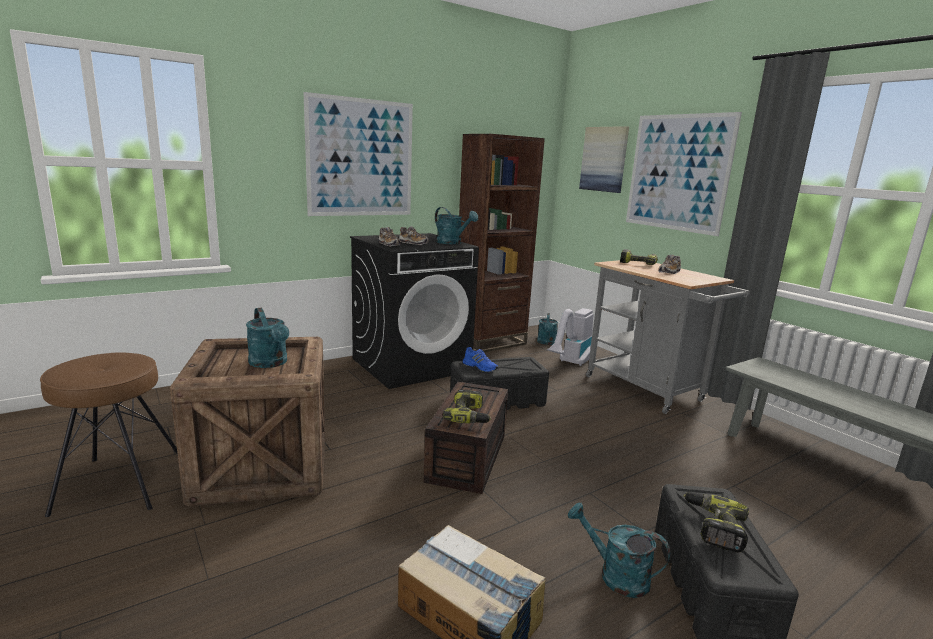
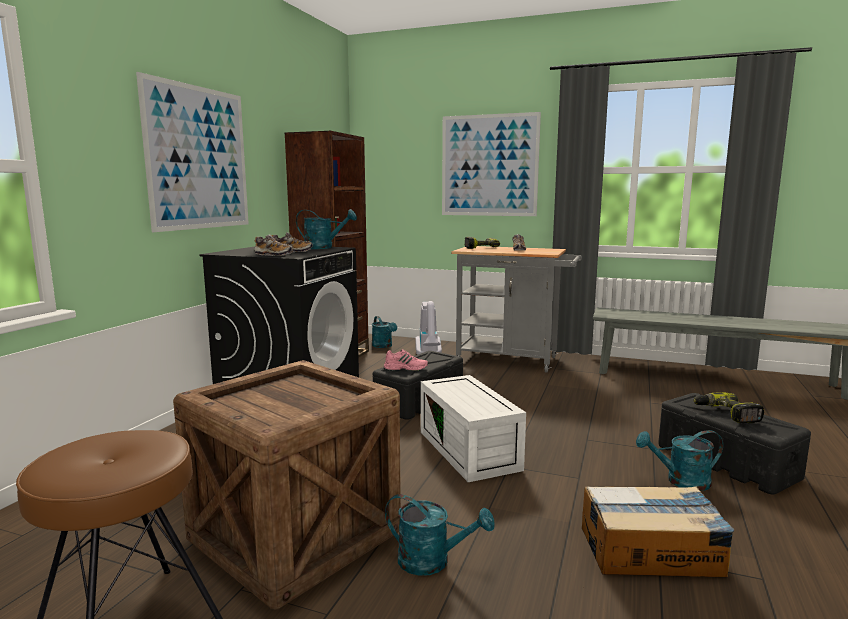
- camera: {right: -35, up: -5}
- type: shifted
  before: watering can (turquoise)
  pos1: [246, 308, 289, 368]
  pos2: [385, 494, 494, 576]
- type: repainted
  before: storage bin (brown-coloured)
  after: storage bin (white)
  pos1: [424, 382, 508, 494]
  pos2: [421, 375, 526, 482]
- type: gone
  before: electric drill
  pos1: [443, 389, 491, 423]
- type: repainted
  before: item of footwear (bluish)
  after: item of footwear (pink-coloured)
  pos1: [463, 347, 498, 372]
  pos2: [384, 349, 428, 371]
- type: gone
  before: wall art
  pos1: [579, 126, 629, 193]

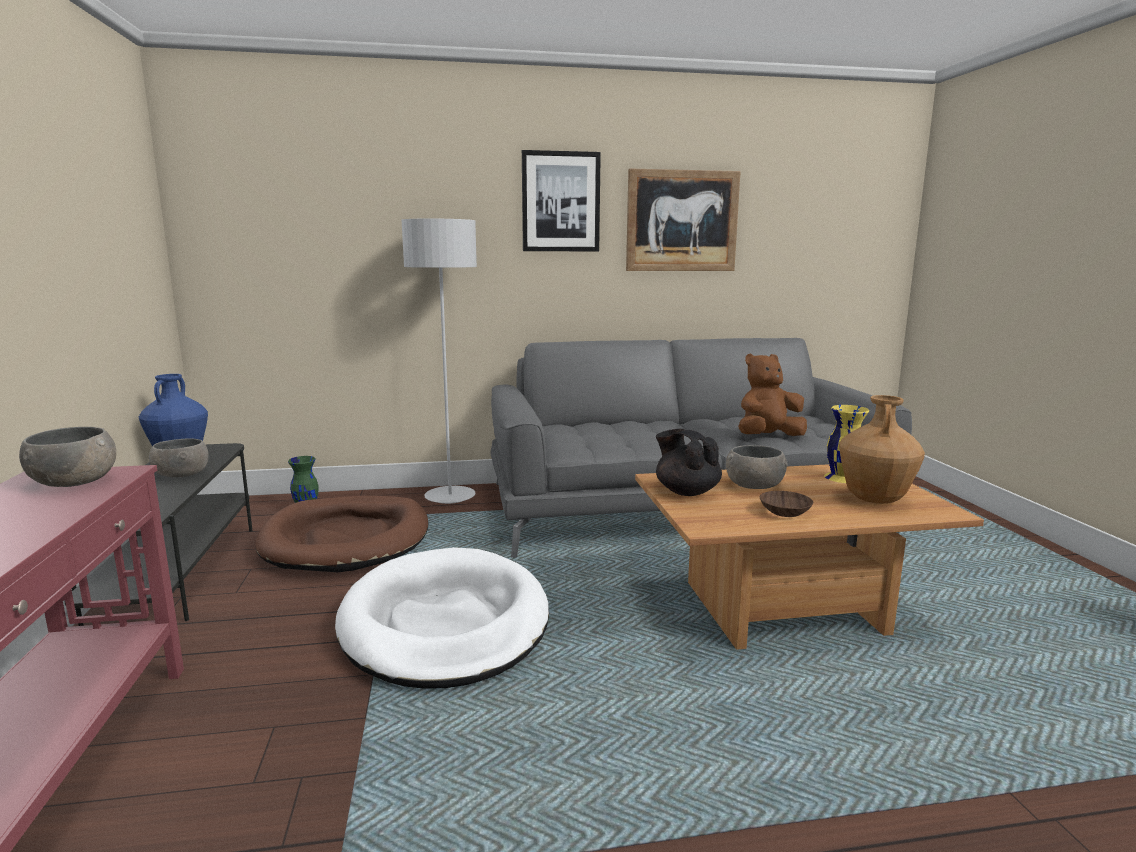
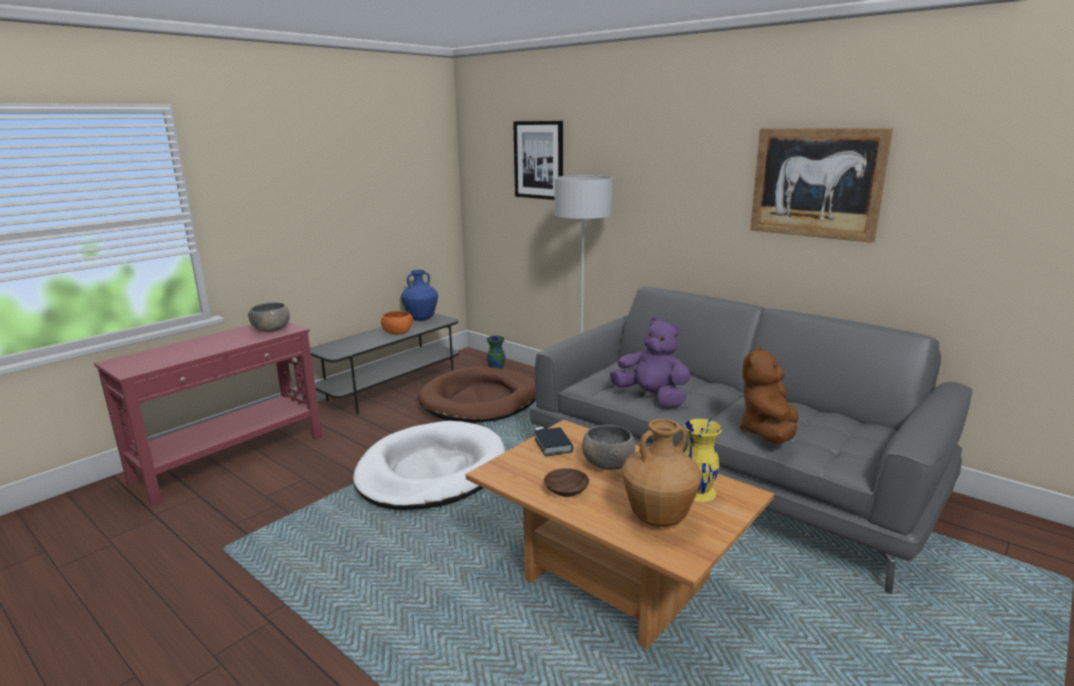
- camera: {right: 50, up: 5}
- type: repainted
  before: serving bowl (gray)
  after: serving bowl (orangey)
  pos1: [149, 438, 209, 478]
  pos2: [381, 311, 413, 335]
- type: shifted
  before: wall art
  pos1: [522, 150, 601, 251]
  pos2: [513, 121, 563, 200]
- type: swapped
  before: tea pot (black)
  after: volume
  pos1: [656, 429, 722, 496]
  pos2: [535, 427, 573, 456]
- type: rotated
  before: soft toy (brown-coloured)
  pos1: [738, 353, 807, 436]
  pos2: [740, 346, 799, 444]
  turn: -90
- type: new
  after: soft toy (purple)
  pos2: [610, 317, 690, 407]

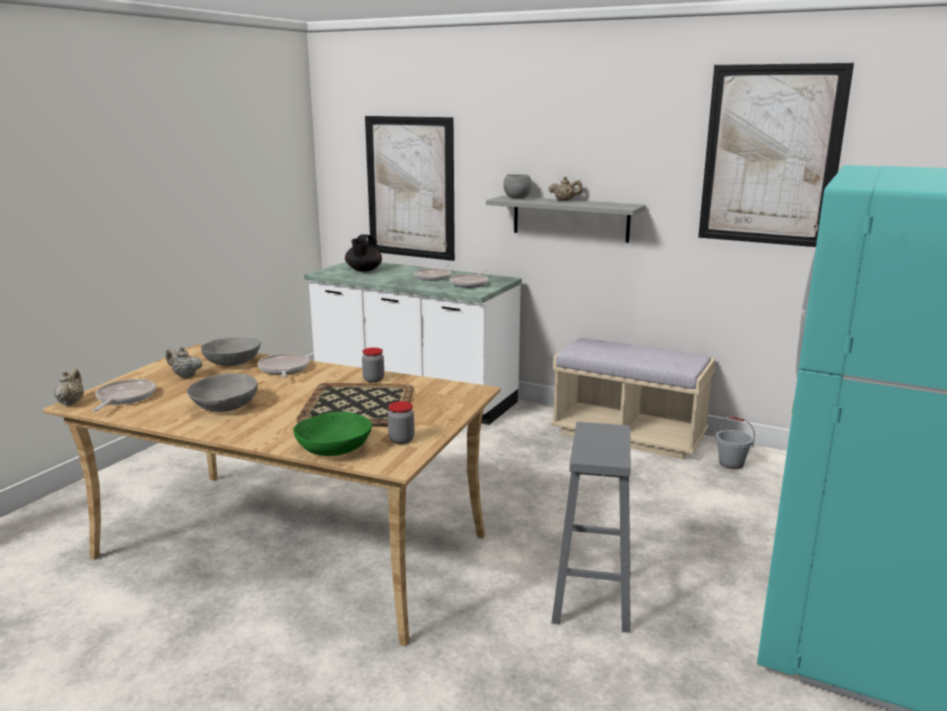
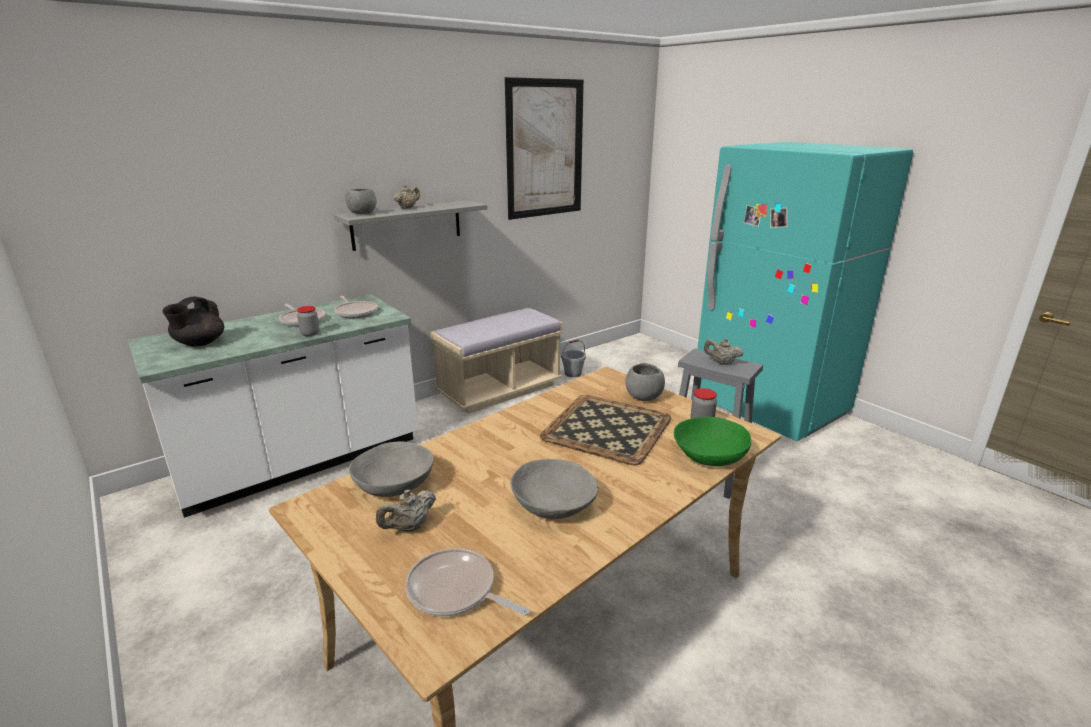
- camera: {right: -65, up: 5}
- type: shifted
  before: tea pot (beige-coloured)
  pos1: [54, 369, 84, 405]
  pos2: [704, 338, 744, 365]
- type: gone
  before: pan
  pos1: [258, 353, 309, 377]
- type: rotated
  before: tea pot (black)
  pos1: [345, 234, 382, 272]
  pos2: [162, 297, 224, 347]
  turn: 75
- type: shifted
  before: storage jar
  pos1: [362, 348, 384, 382]
  pos2: [297, 306, 319, 336]
- type: gone
  before: wall art
  pos1: [365, 116, 455, 261]
- type: new
  after: serving bowl (gray)
  pos2: [626, 363, 665, 401]

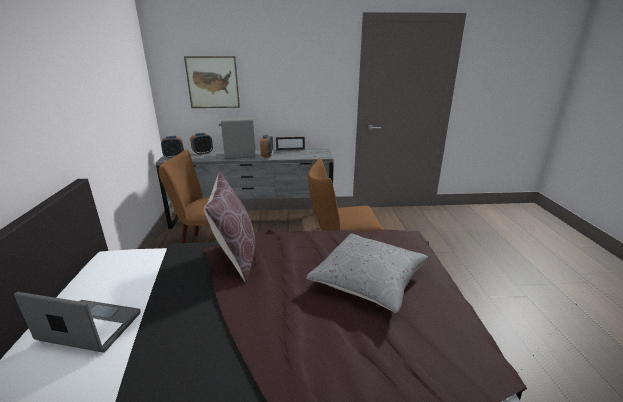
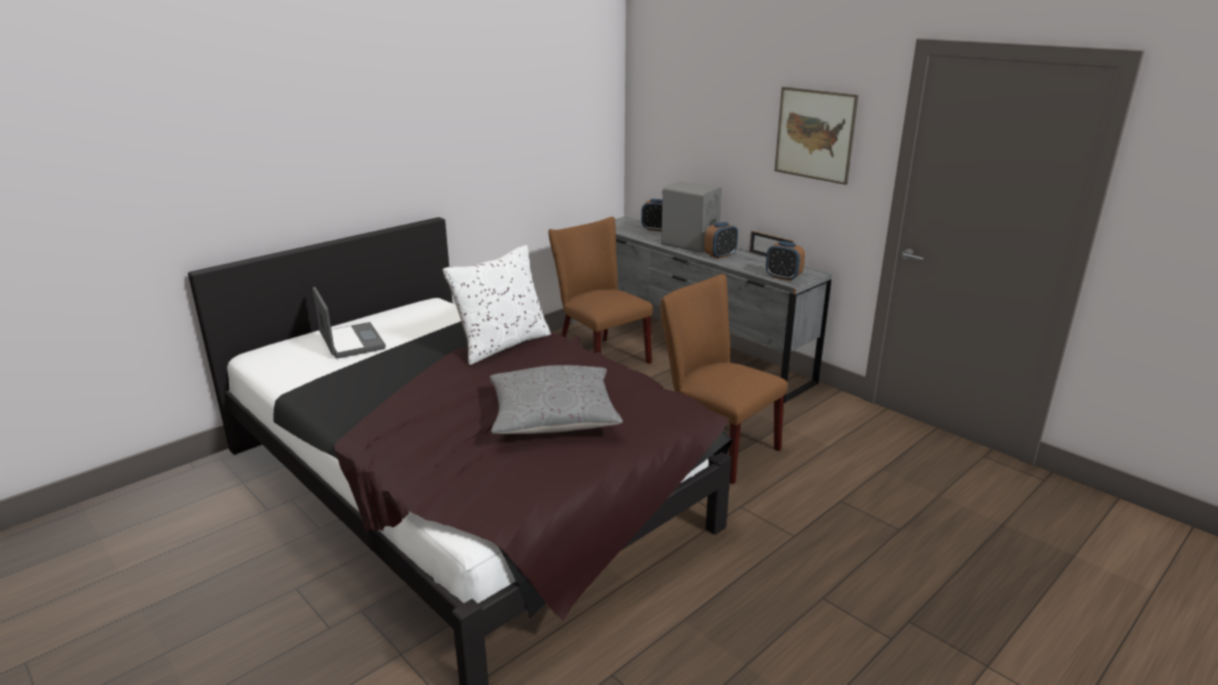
- camera: {right: 50, up: 0}
- type: shifted
  before: alarm clock
  pos1: [161, 136, 184, 158]
  pos2: [766, 241, 805, 281]
- type: shifted
  before: wall art
  pos1: [184, 56, 240, 108]
  pos2: [775, 87, 859, 185]
- type: repainted
  before: pillow (brown-coloured)
  after: pillow (white)
  pos1: [204, 172, 255, 282]
  pos2: [443, 245, 551, 365]

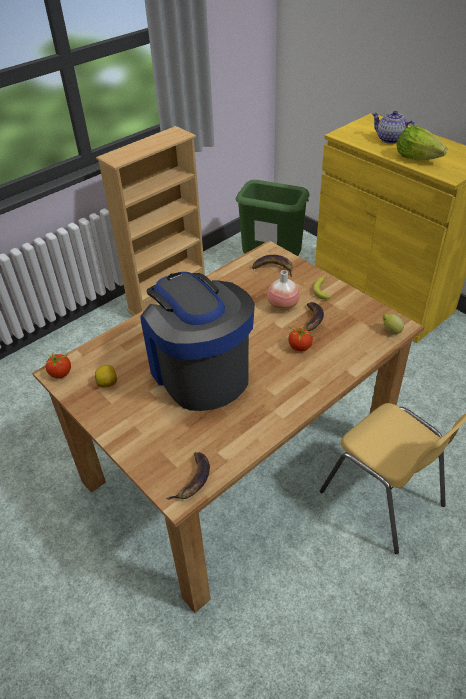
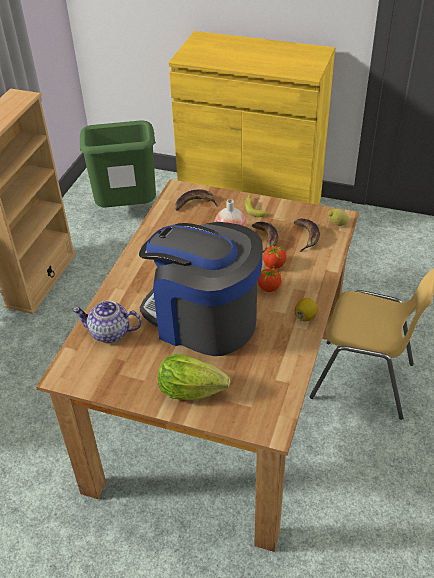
- camera: {right: -30, up: 0}
- type: shifted
  before: whole tomato
  pos1: [46, 353, 71, 378]
  pos2: [258, 268, 283, 292]
- type: shifted
  before: whole lemon
  pos1: [95, 365, 117, 388]
  pos2: [295, 298, 318, 321]
- type: shifted
  before: banana
  pos1: [166, 452, 210, 500]
  pos2: [294, 219, 320, 252]
- type: shifted
  before: tea pot
  pos1: [371, 111, 416, 144]
  pos2: [72, 301, 142, 343]
- type: shifted
  before: lettuce head
  pos1: [397, 126, 447, 160]
  pos2: [158, 354, 230, 400]

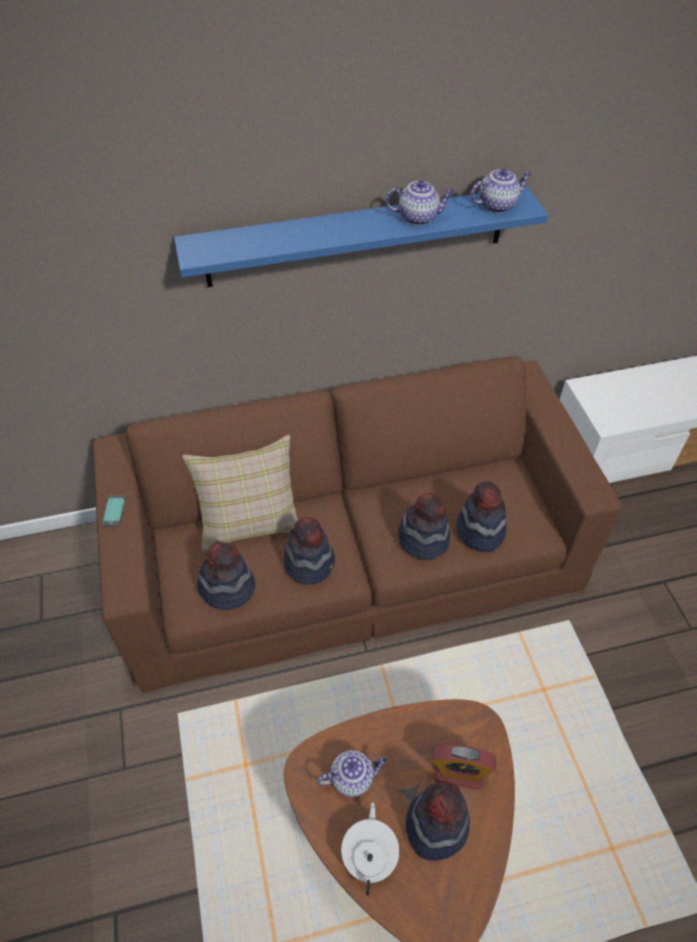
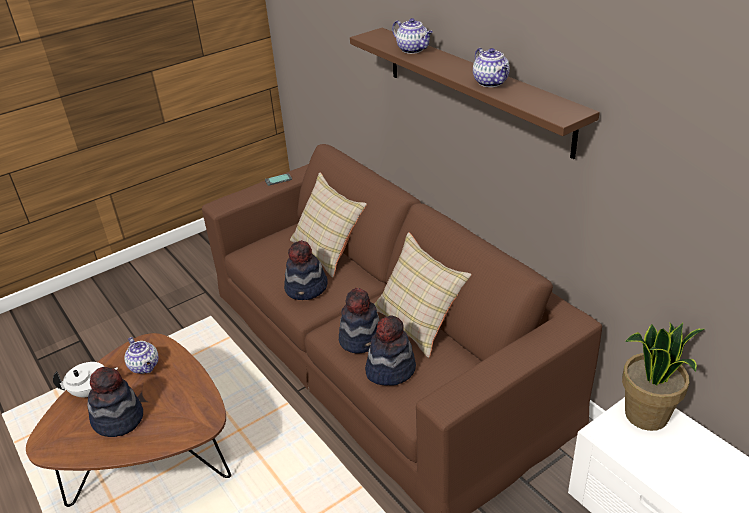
- camera: {right: 70, up: -15}
- type: repainted
  before: bracket shelf (bluish)
  after: bracket shelf (brown-coloured)
  pos1: [174, 187, 548, 287]
  pos2: [350, 28, 600, 159]
- type: gone
  before: hat
  pos1: [197, 541, 255, 610]
- type: gone
  before: alarm clock
  pos1: [431, 744, 496, 790]
- type: shifted
  before: tea pot
  pos1: [470, 169, 532, 213]
  pos2: [392, 18, 433, 54]
- type: new
  after: pillow (beige-coloured)
  pos2: [374, 232, 472, 358]
- type: new
  after: potted plant
  pos2: [622, 322, 704, 431]

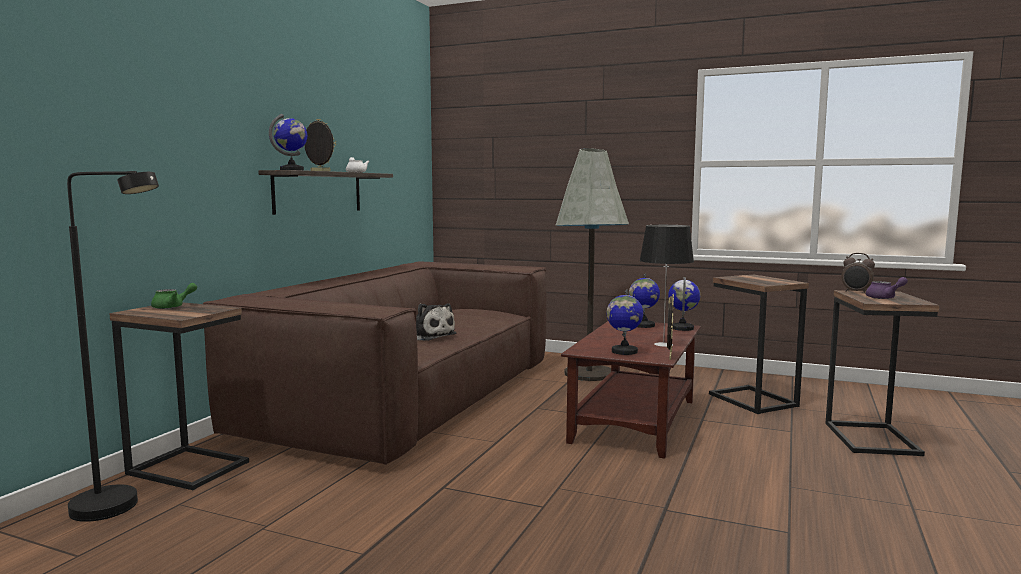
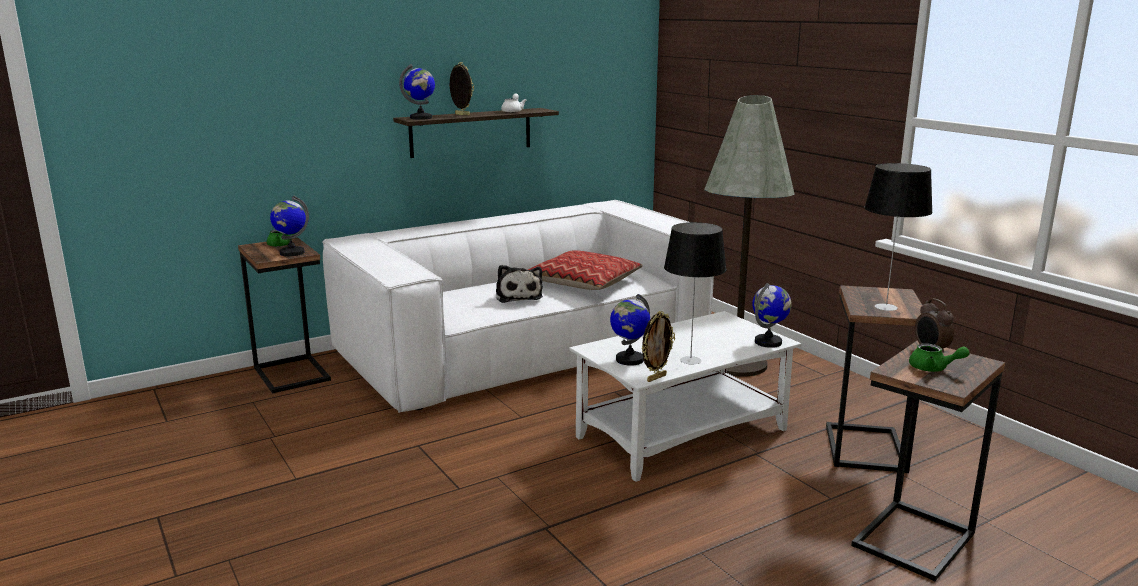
- camera: {right: 35, up: 10}
- type: gone
  before: floor lamp (black)
  pos1: [67, 171, 159, 522]
- type: repainted
  before: couch (brown-coloured)
  after: couch (white)
  pos1: [203, 261, 547, 465]
  pos2: [322, 200, 714, 413]
- type: repainted
  before: low table (brown-coloured)
  after: low table (white)
  pos1: [561, 321, 701, 459]
  pos2: [569, 311, 801, 482]
- type: shifted
  before: desk globe
  pos1: [629, 273, 660, 328]
  pos2: [270, 196, 309, 256]
- type: repainted
  before: tea pot (purple)
  after: tea pot (green)
  pos1: [866, 277, 908, 299]
  pos2: [909, 343, 970, 372]
- type: new
  after: pillow
  pos2: [528, 250, 643, 290]
- type: new
  after: tabletop lamp
  pos2: [864, 163, 933, 311]

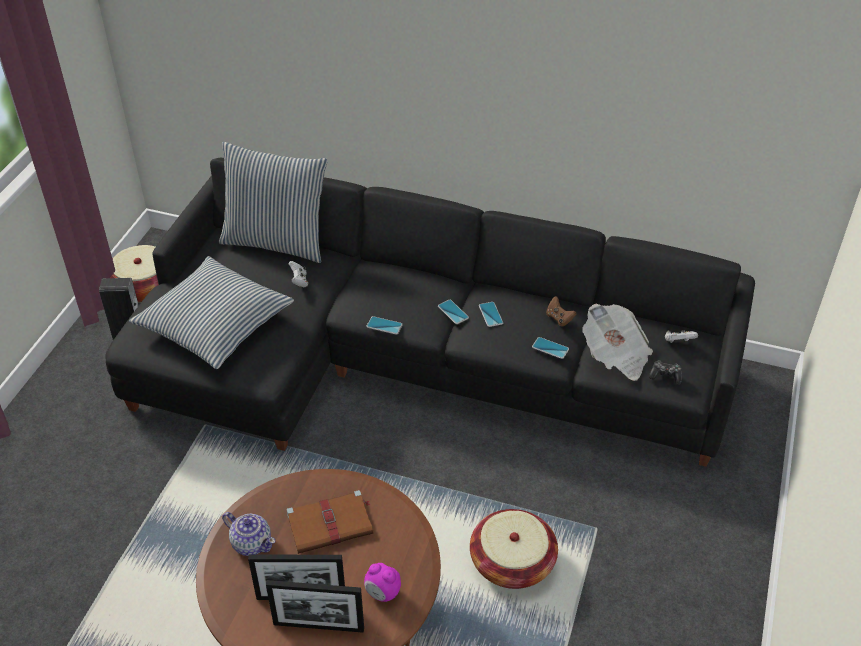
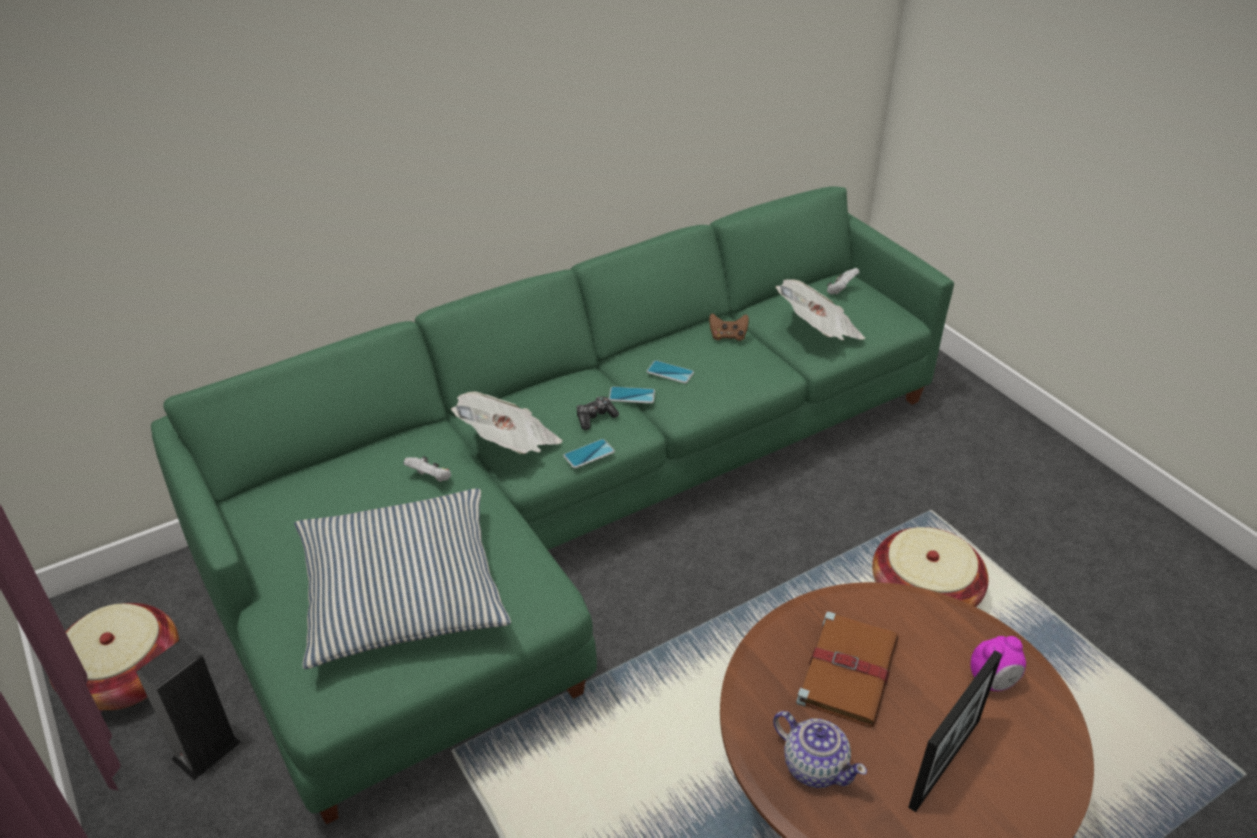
- camera: {right: -50, up: -5}
- type: repainted
  before: couch (black)
  after: couch (green)
  pos1: [105, 158, 755, 467]
  pos2: [151, 186, 954, 825]
- type: gone
  before: pillow
  pos1: [219, 142, 328, 263]
- type: rotated
  before: tea pot
  pos1: [222, 512, 276, 556]
  pos2: [773, 711, 867, 788]
  turn: 60
- type: gone
  before: photo frame
  pos1: [266, 580, 364, 633]
- type: gone
  before: phone
  pos1: [532, 337, 569, 359]
- type: shifted
  before: gamepad
  pos1: [649, 360, 682, 385]
  pos2: [577, 397, 619, 430]
- type: new
  after: newspaper
  pos2: [451, 391, 562, 454]

